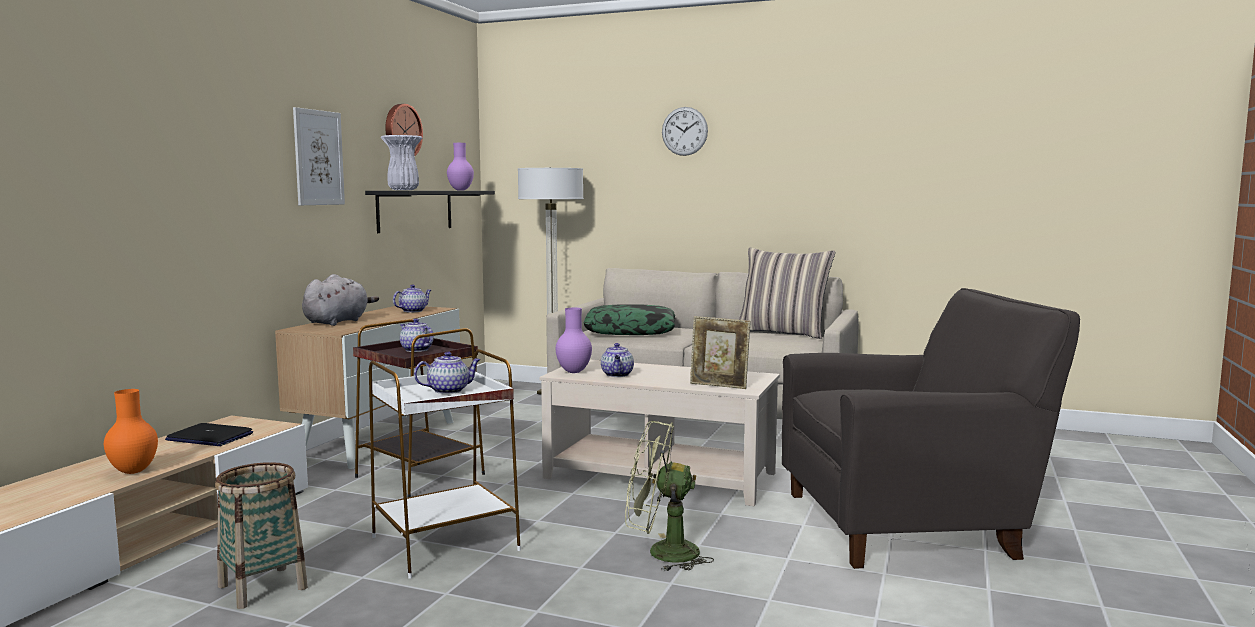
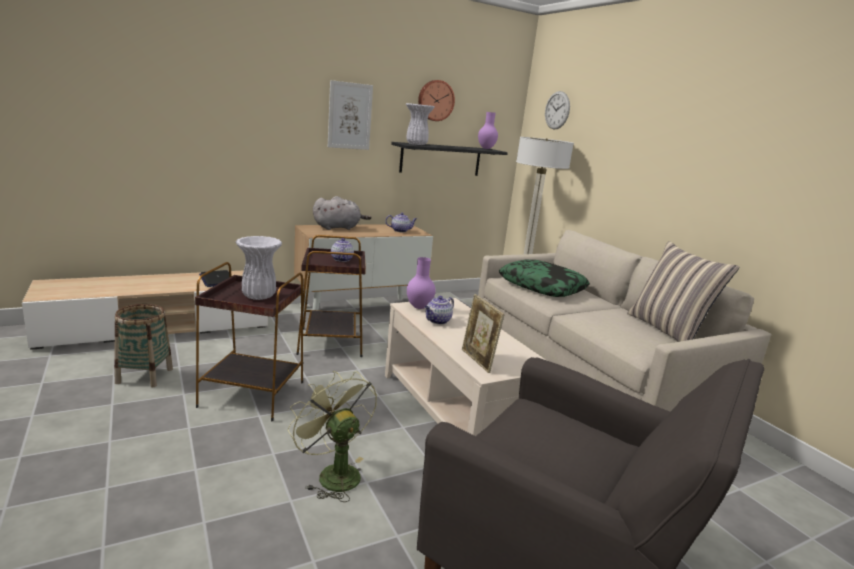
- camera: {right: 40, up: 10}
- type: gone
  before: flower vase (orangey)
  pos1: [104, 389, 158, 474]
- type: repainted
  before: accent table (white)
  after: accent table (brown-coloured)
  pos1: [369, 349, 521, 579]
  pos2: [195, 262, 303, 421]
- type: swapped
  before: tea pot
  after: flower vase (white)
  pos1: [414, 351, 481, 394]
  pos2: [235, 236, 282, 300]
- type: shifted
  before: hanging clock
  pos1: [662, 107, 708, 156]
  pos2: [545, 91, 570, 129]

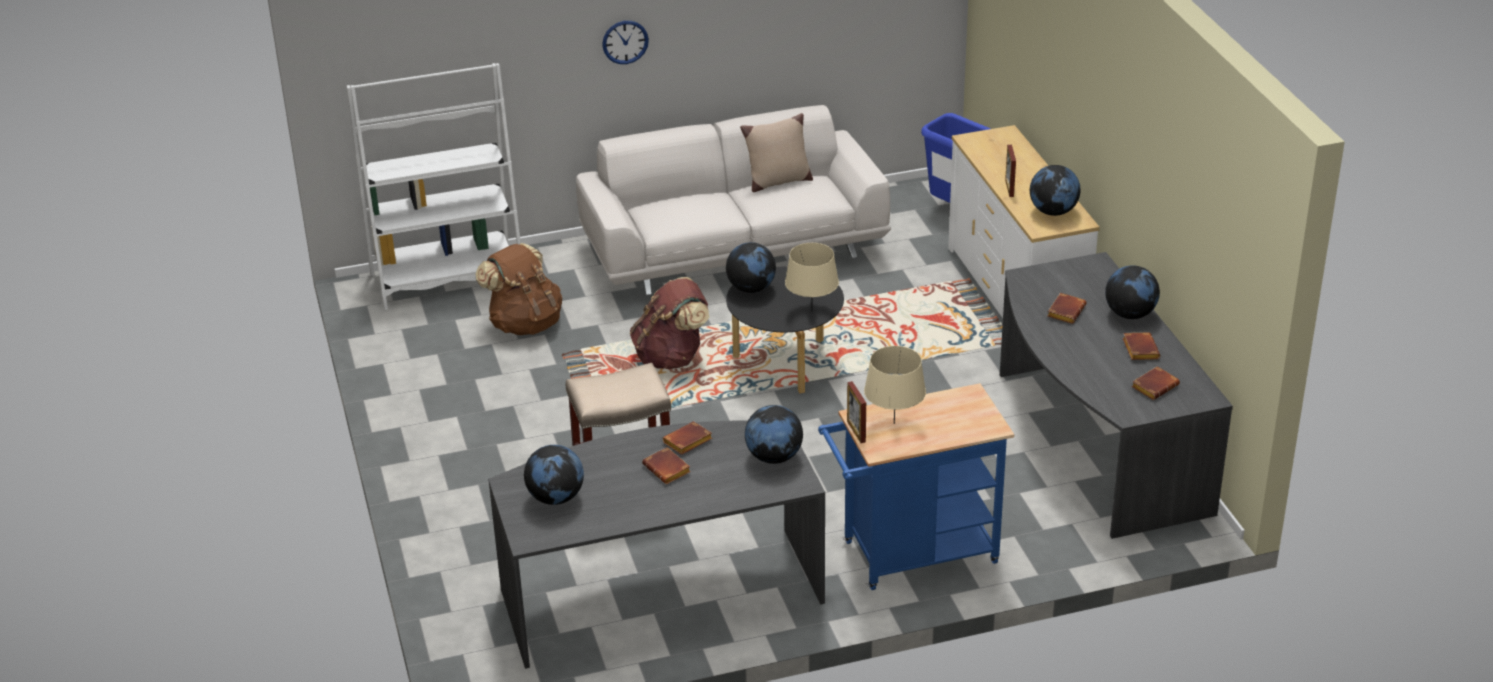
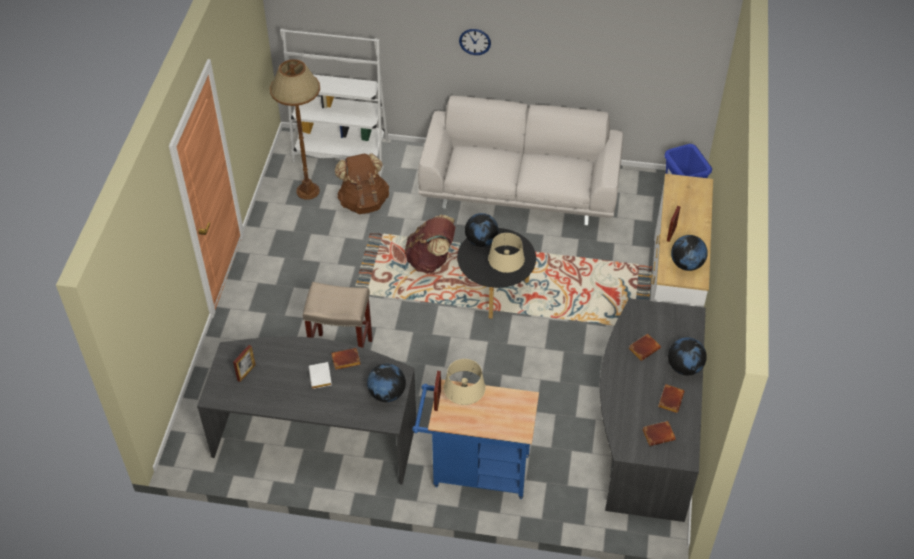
- camera: {right: 25, up: 15}
- type: swapped
  before: desk globe
  after: photo frame
  pos1: [524, 445, 584, 505]
  pos2: [233, 345, 256, 382]
- type: repainted
  before: volume (brown-coloured)
  after: volume (white)
  pos1: [642, 447, 691, 484]
  pos2: [309, 362, 332, 389]
- type: gone
  before: pillow (beige-coloured)
  pos1: [740, 113, 813, 192]
- type: new
  after: floor lamp (brown-coloured)
  pos2: [270, 59, 320, 200]

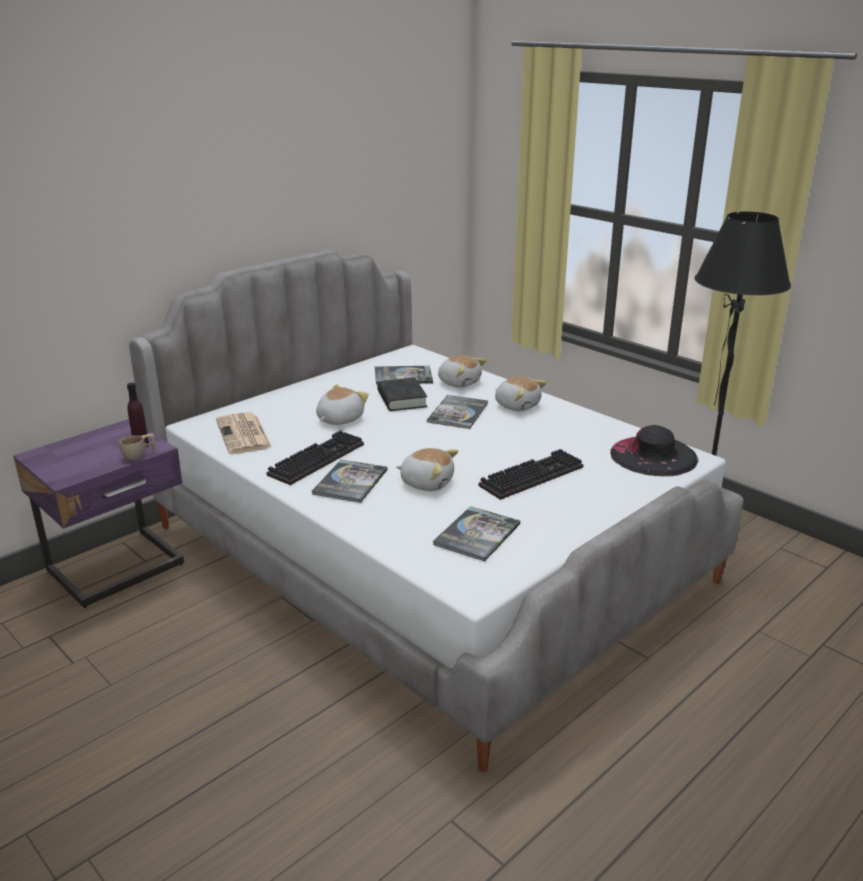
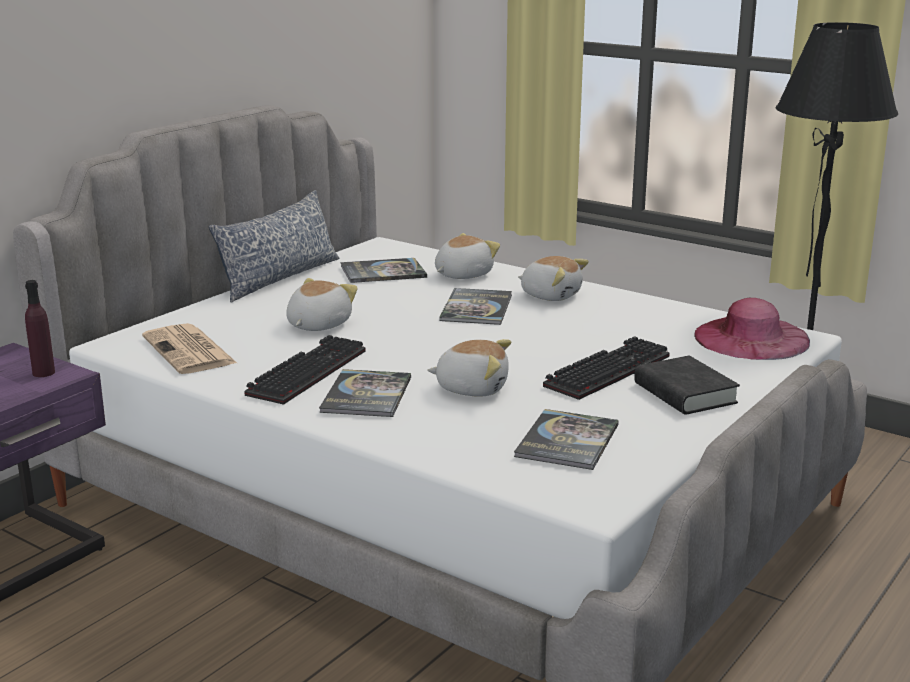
- camera: {right: -10, up: -5}
- type: gone
  before: cup (beige-coloured)
  pos1: [119, 434, 157, 460]
- type: shifted
  before: volume (black)
  pos1: [377, 377, 427, 411]
  pos2: [634, 356, 740, 415]
- type: rotated
  before: soft toy
  pos1: [438, 355, 487, 388]
  pos2: [435, 233, 500, 279]
  turn: -75
- type: repainted
  before: hat (black)
  after: hat (pink-coloured)
  pos1: [610, 425, 698, 477]
  pos2: [694, 298, 810, 360]
- type: new
  after: pillow
  pos2: [209, 190, 339, 303]

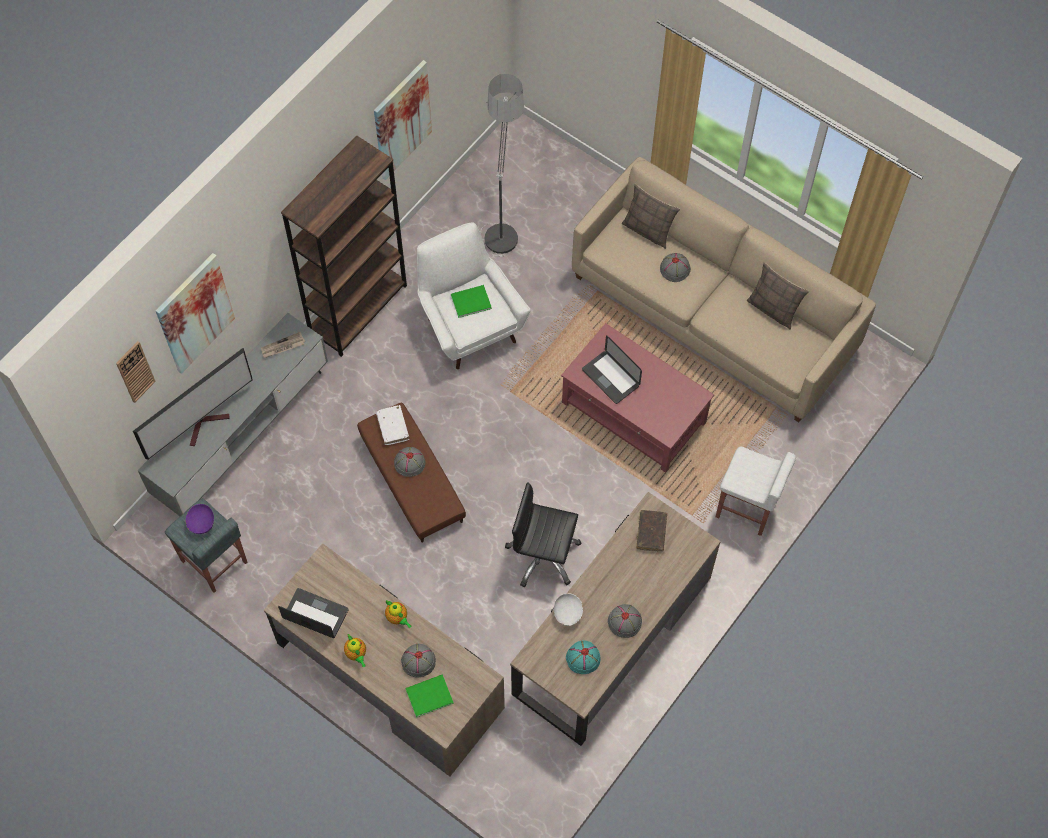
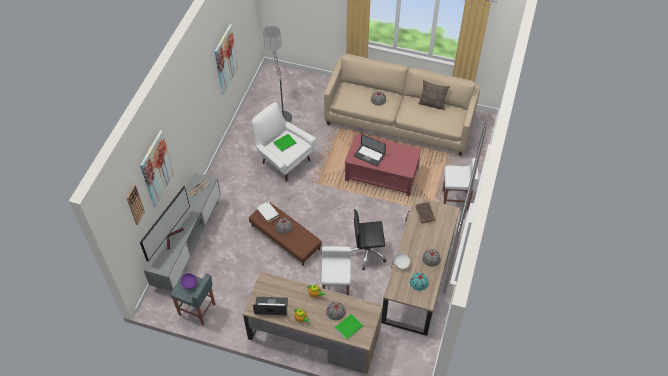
- camera: {right: -20, up: -10}
- type: gone
  before: bookcase (brown-coloured)
  pos1: [281, 135, 407, 357]
- type: gone
  before: pillow
  pos1: [622, 184, 680, 249]
- type: new
  after: stool (white)
  pos2: [321, 246, 351, 295]

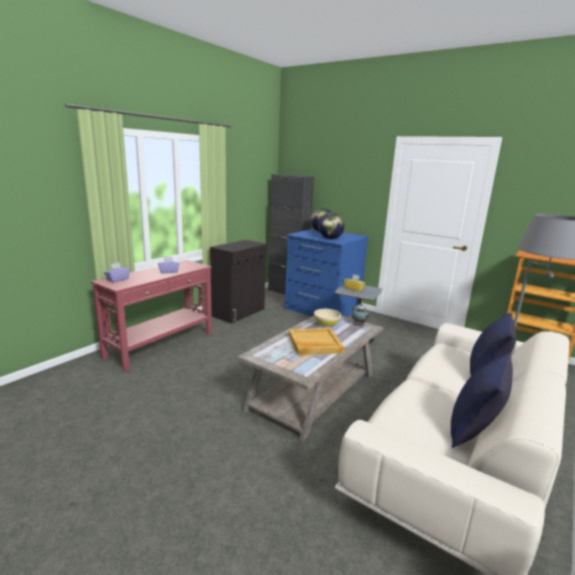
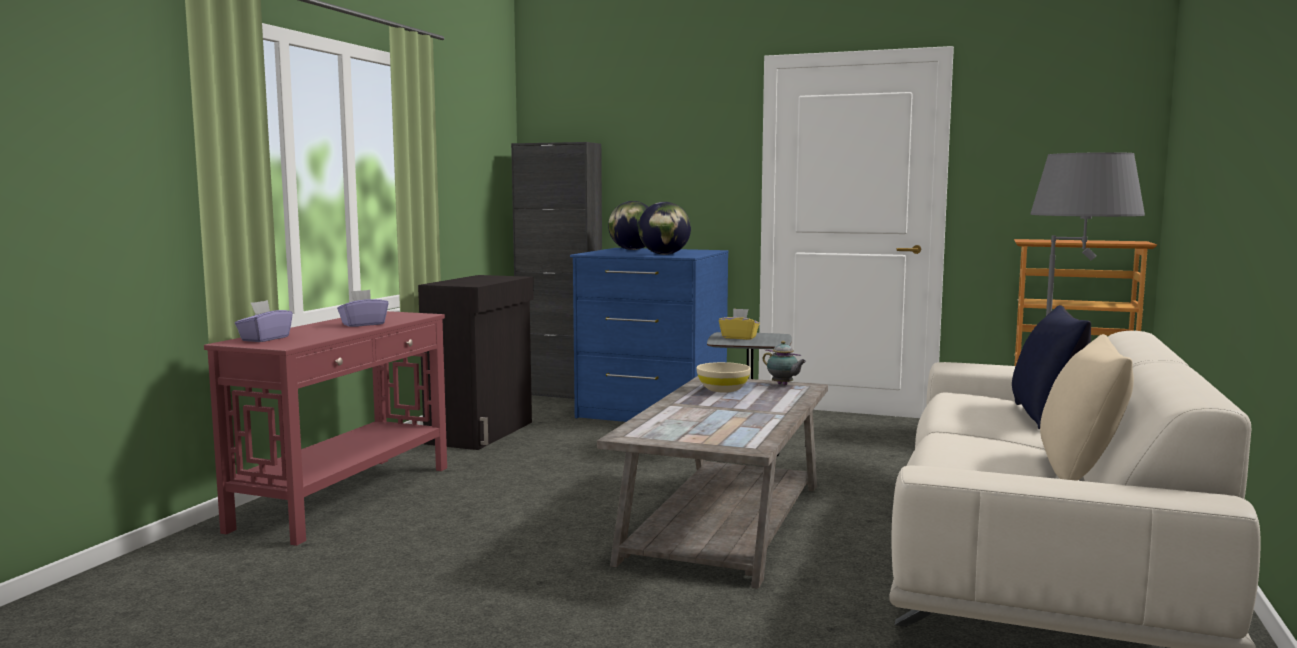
- camera: {right: -15, up: -10}
- type: gone
  before: carrying tray (beige-coloured)
  pos1: [289, 328, 344, 356]
- type: repainted
  before: pillow (bluish)
  after: pillow (beige-coloured)
  pos1: [451, 353, 513, 448]
  pos2: [1040, 334, 1134, 481]

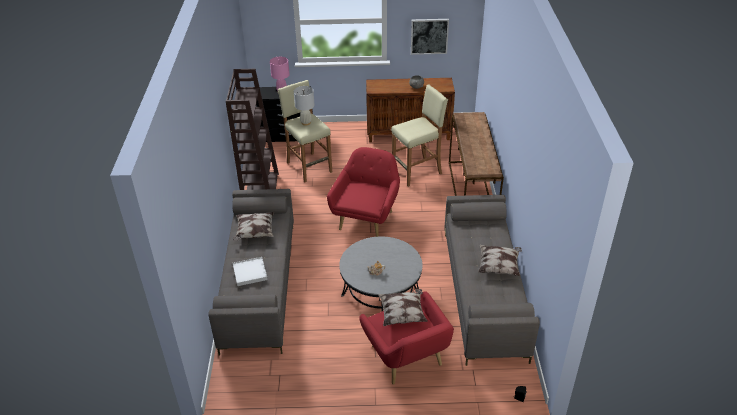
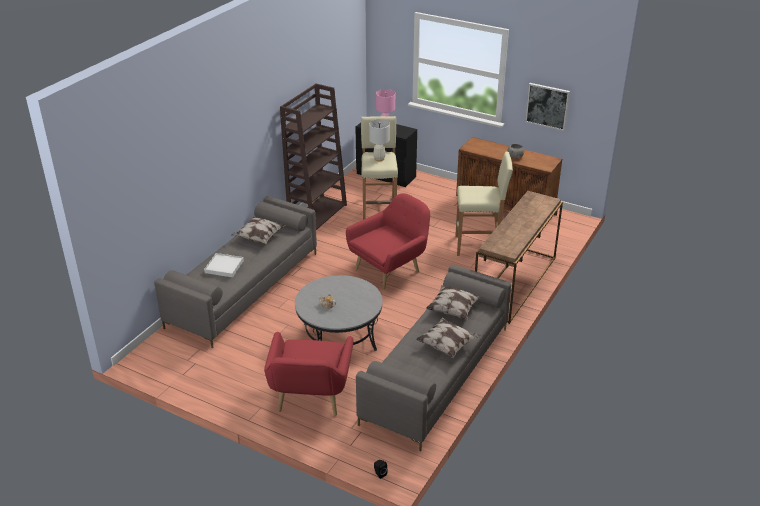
- camera: {right: 30, up: -5}
- type: shifted
  before: pillow
  pos1: [378, 289, 428, 326]
  pos2: [426, 285, 482, 319]

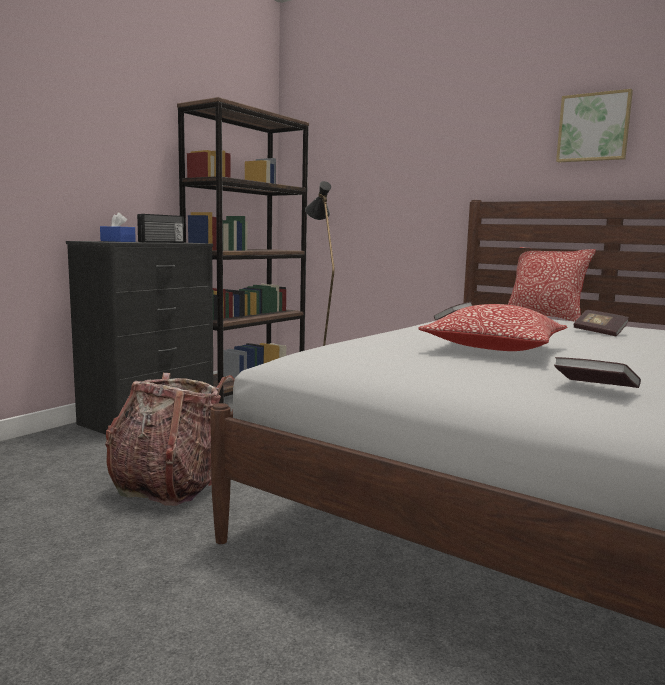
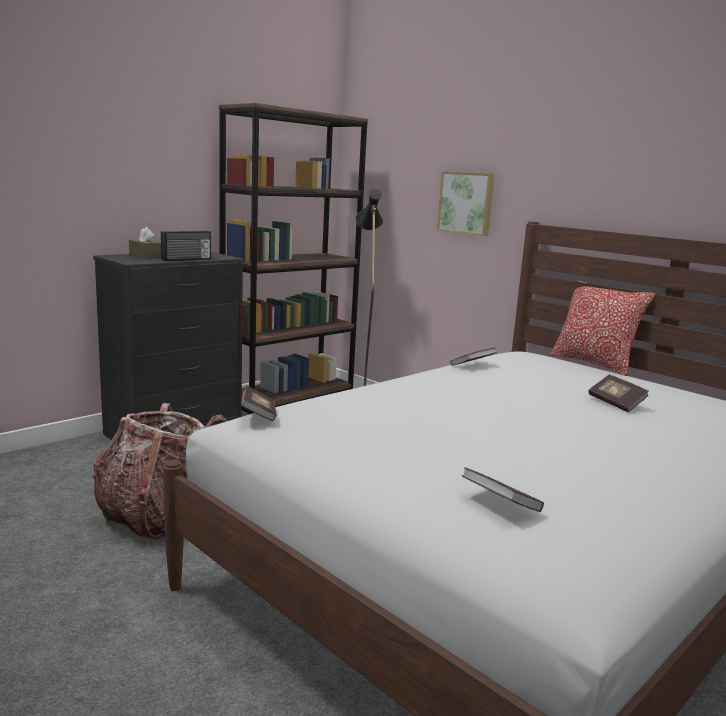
- camera: {right: 10, up: 5}
- type: repainted
  before: tissue box (bluish)
  after: tissue box (brown-coloured)
  pos1: [100, 212, 136, 242]
  pos2: [129, 227, 161, 258]
- type: gone
  before: pillow
  pos1: [419, 304, 567, 351]
- type: shifted
  before: wall art
  pos1: [556, 89, 633, 162]
  pos2: [437, 171, 494, 236]
- type: new
  after: volume
  pos2: [241, 386, 276, 421]

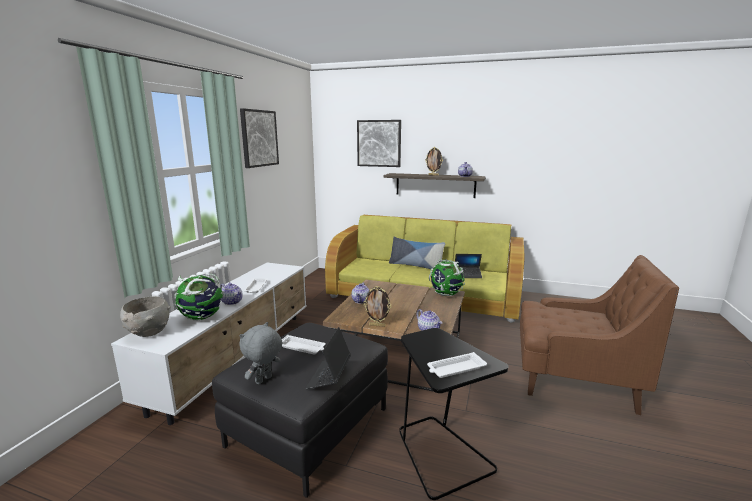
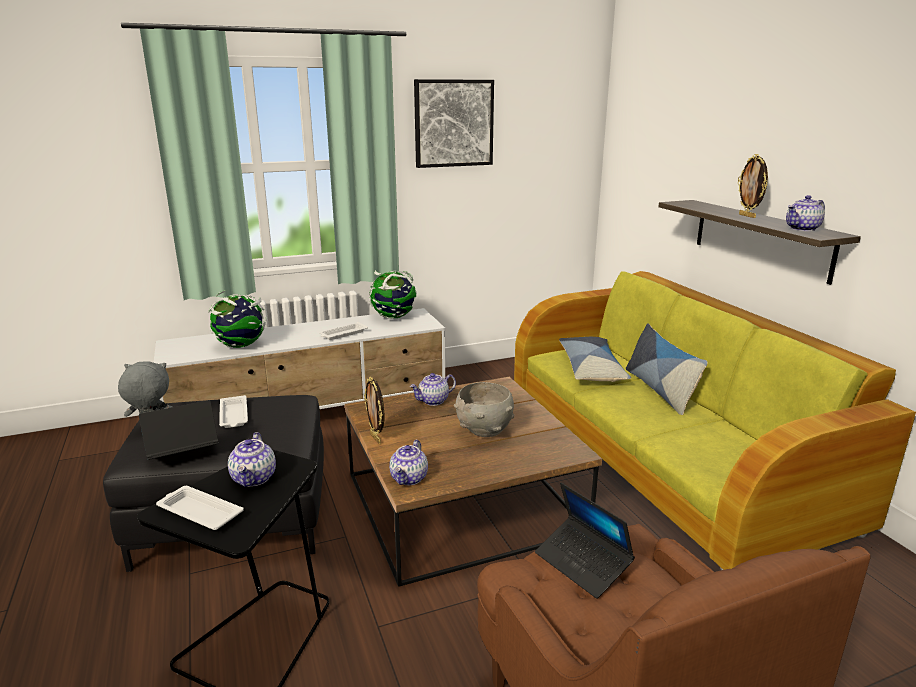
- camera: {right: 50, up: 5}
- type: shifted
  before: serving bowl (gray)
  pos1: [120, 296, 171, 337]
  pos2: [454, 382, 514, 437]
- type: shifted
  before: tea pot
  pos1: [220, 283, 243, 305]
  pos2: [228, 432, 276, 487]
- type: gone
  before: wall art
  pos1: [357, 120, 401, 167]
- type: shifted
  before: desk globe
  pos1: [429, 259, 465, 296]
  pos2: [369, 270, 417, 319]
- type: shifted
  before: laptop
  pos1: [455, 254, 482, 278]
  pos2: [535, 483, 635, 599]
- type: new
  after: pillow
  pos2: [559, 337, 631, 382]

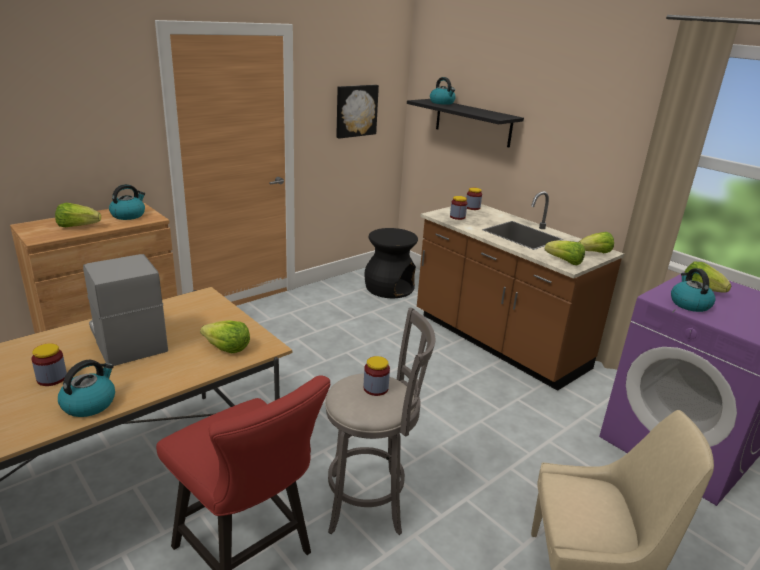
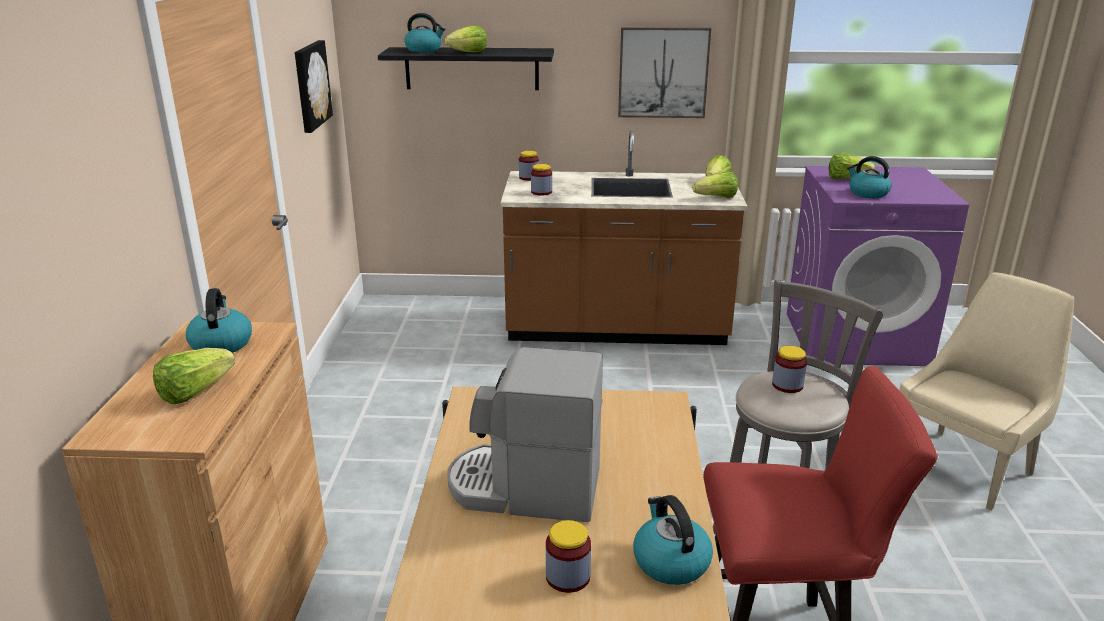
- camera: {right: -45, up: 0}
- type: shifted
  before: lettuce head
  pos1: [200, 320, 250, 354]
  pos2: [445, 26, 487, 52]
- type: gone
  before: stool (black)
  pos1: [364, 228, 418, 298]
- type: new
  after: wall art
  pos2: [618, 27, 712, 118]

